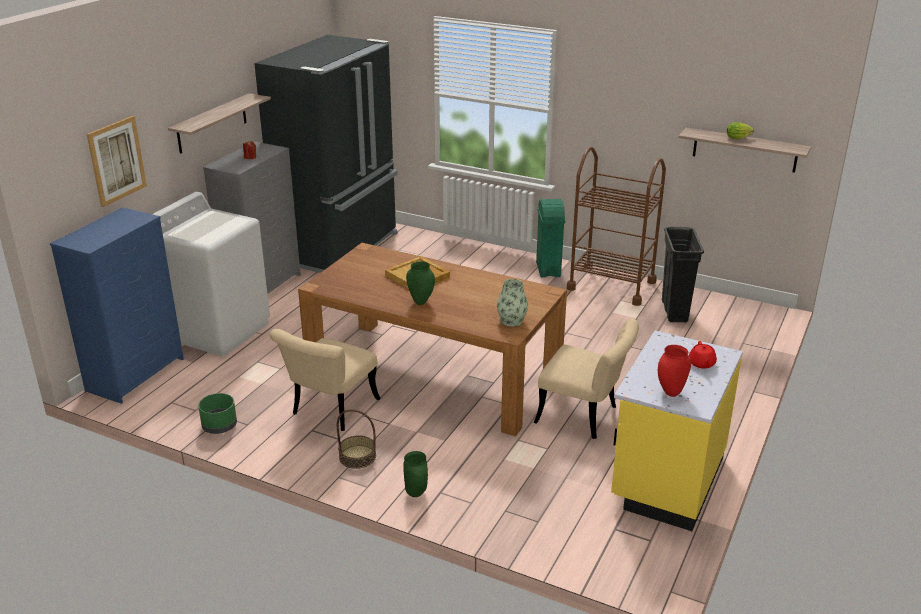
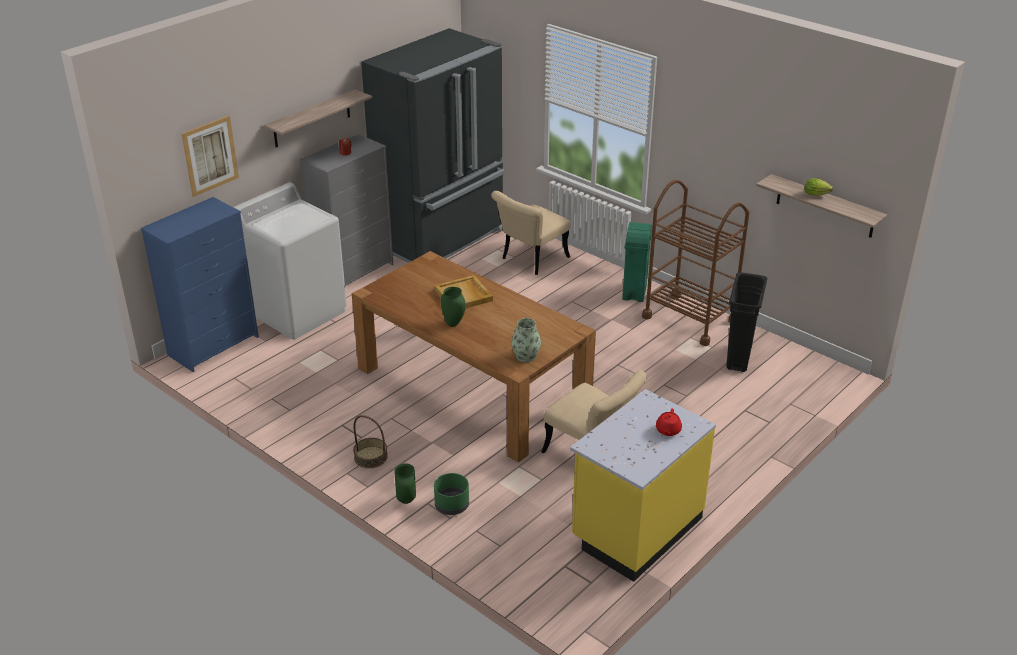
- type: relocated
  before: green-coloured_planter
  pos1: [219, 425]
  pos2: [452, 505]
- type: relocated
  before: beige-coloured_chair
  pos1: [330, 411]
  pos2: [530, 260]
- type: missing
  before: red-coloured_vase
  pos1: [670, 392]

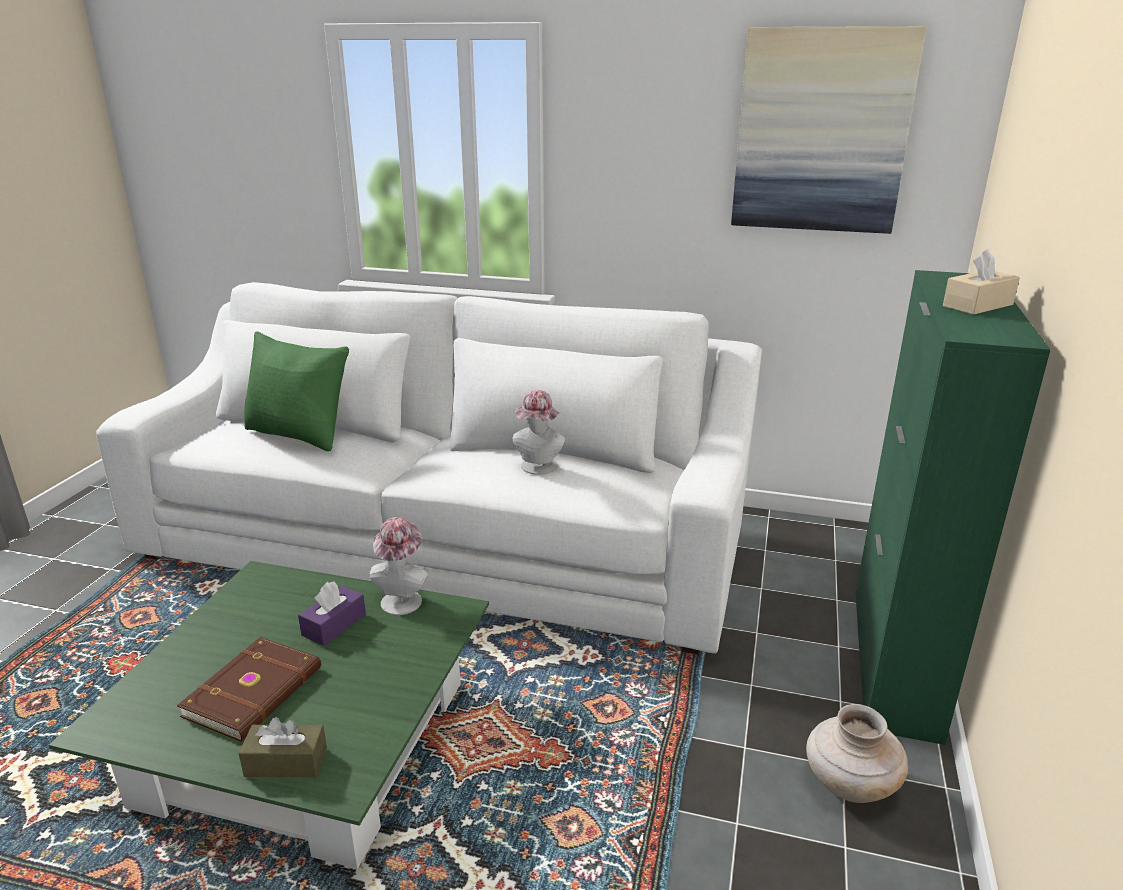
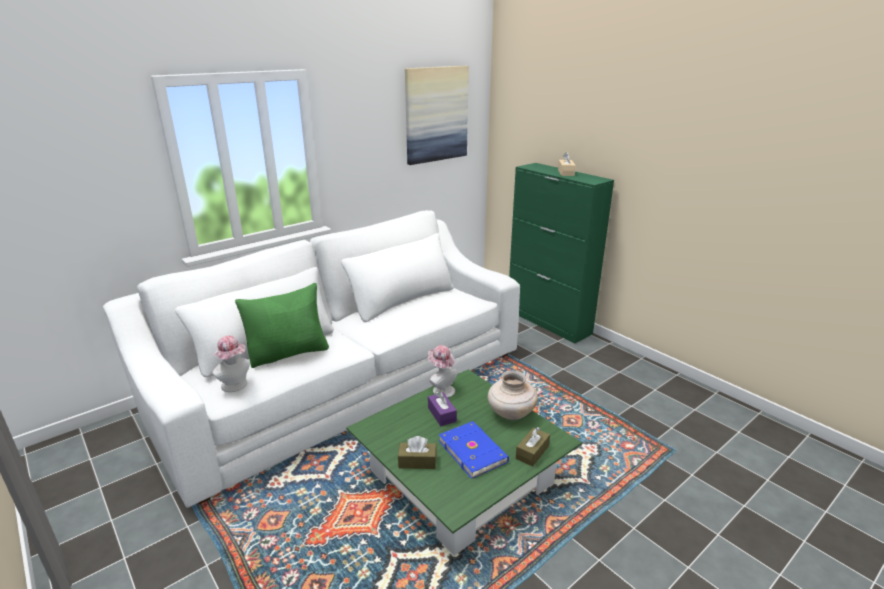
- type: colour
  before: brown-coloured_book
  after: blue-coloured_book
  pos1: [256, 692]
  pos2: [473, 450]
- type: relocated
  before: clothing_hat
  pos1: [538, 468]
  pos2: [236, 386]
- type: relocated
  before: beige-coloured_vase
  pos1: [849, 785]
  pos2: [511, 413]
- type: appeared
  after: brown-coloured_box_of_tissues
  pos2: [417, 461]

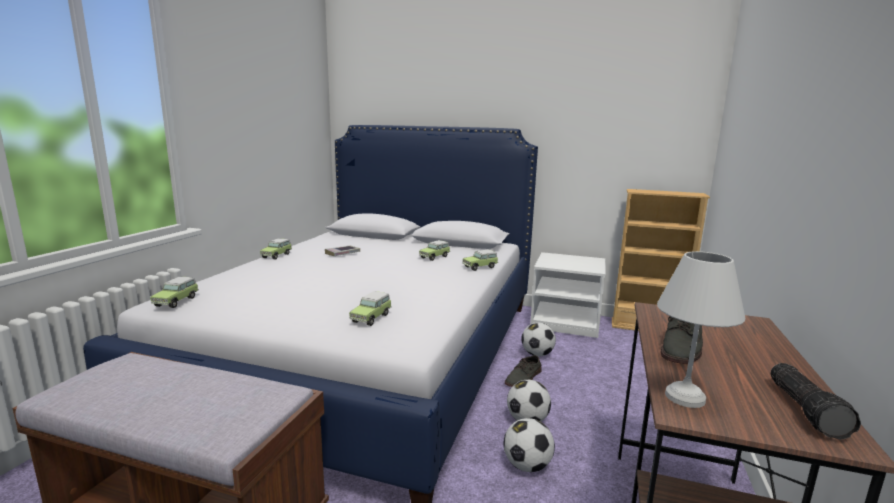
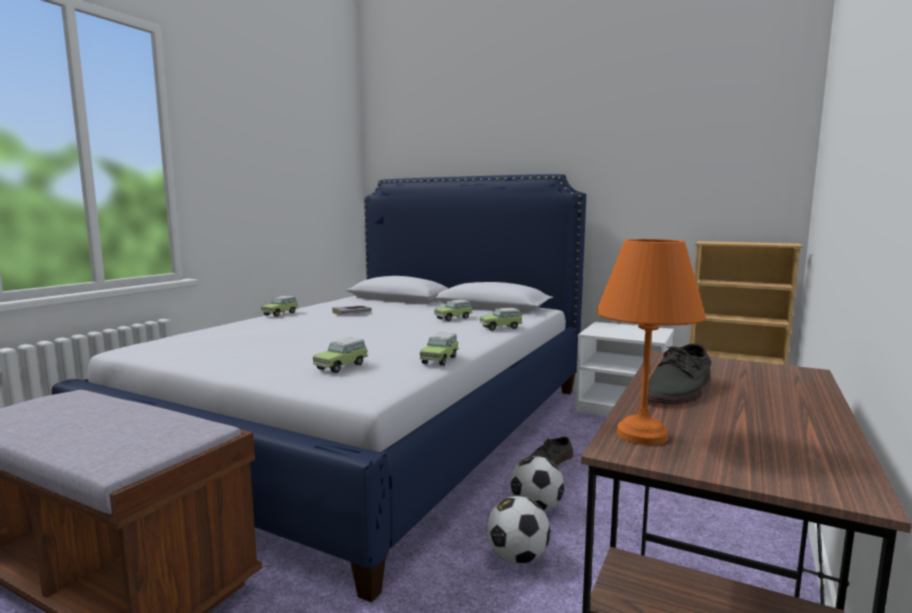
- type: relocated
  before: model_car
  pos1: [177, 301]
  pos2: [440, 360]
- type: missing
  before: football_ball
  pos1: [537, 354]
- type: colour
  before: white_table_lamp
  after: orangey_table_lamp
  pos1: [683, 396]
  pos2: [641, 433]
- type: missing
  before: torch
  pos1: [807, 410]

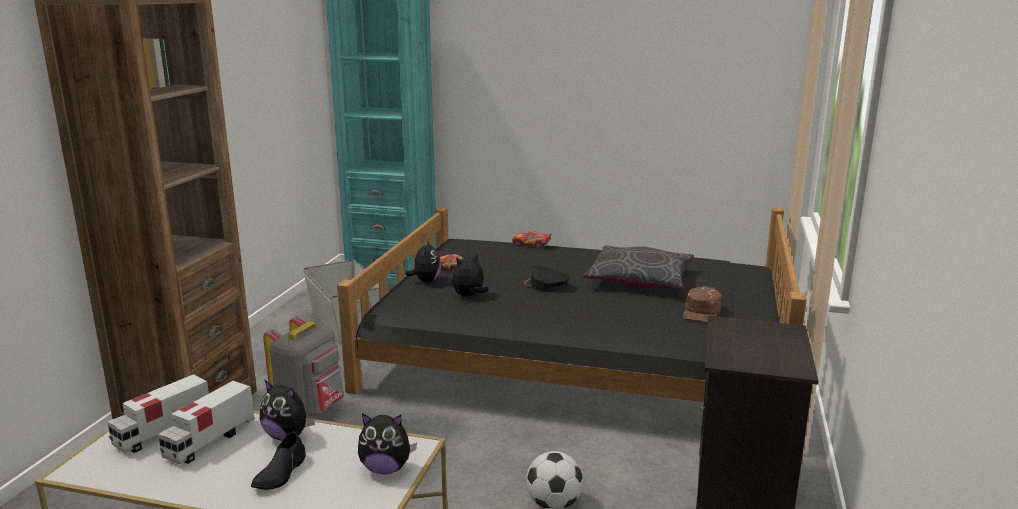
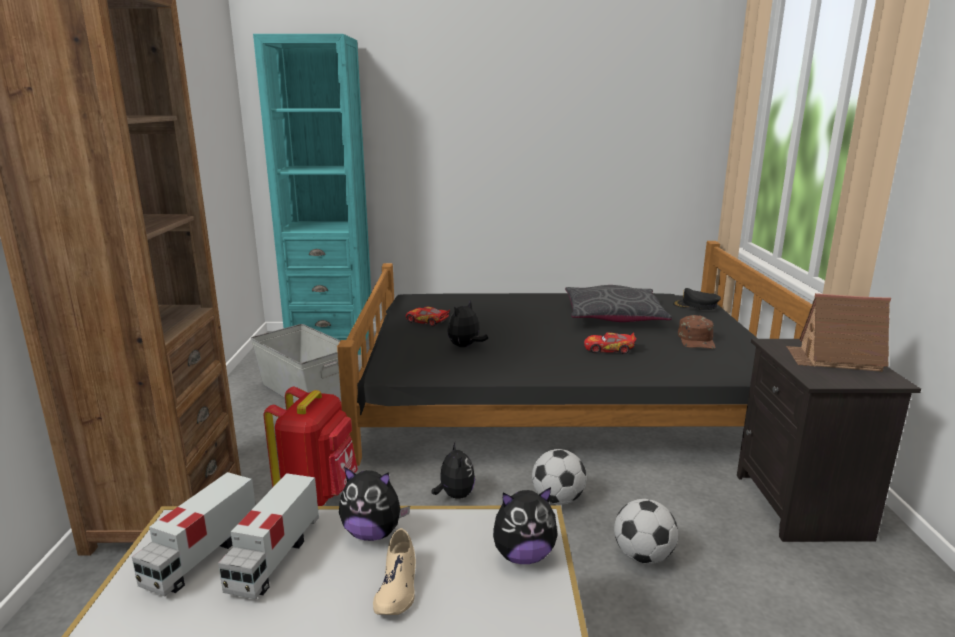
- type: colour
  before: blackish_item_of_footwear
  after: beige-coloured_item_of_footwear
  pos1: [280, 473]
  pos2: [397, 586]
- type: colour
  before: grey_knapsack
  after: red-coloured_knapsack
  pos1: [310, 412]
  pos2: [318, 493]
- type: relocated
  before: plush_toy
  pos1: [426, 281]
  pos2: [454, 495]
- type: relocated
  before: model_car
  pos1: [531, 244]
  pos2: [608, 349]
- type: relocated
  before: blackish_cap
  pos1: [545, 285]
  pos2: [696, 305]
- type: appeared
  after: football_ball
  pos2: [558, 499]
- type: appeared
  after: model_house
  pos2: [834, 359]

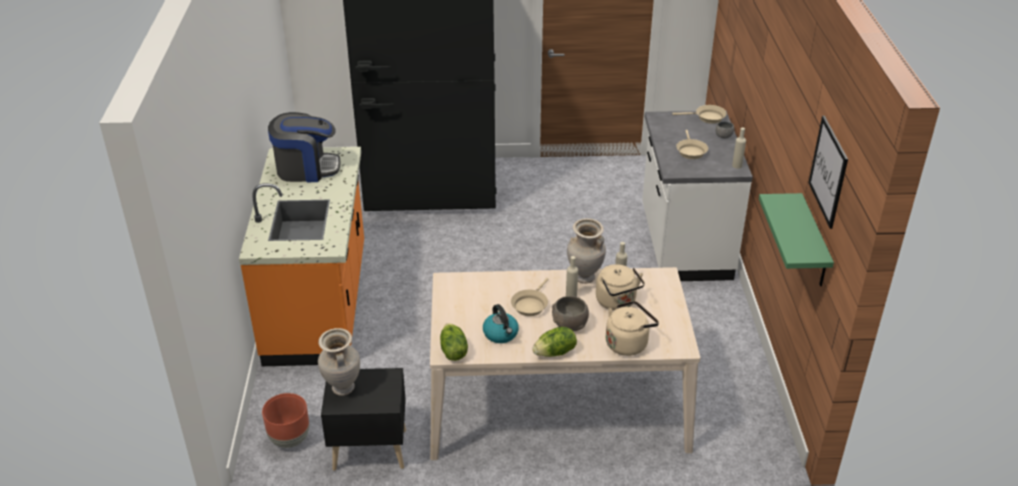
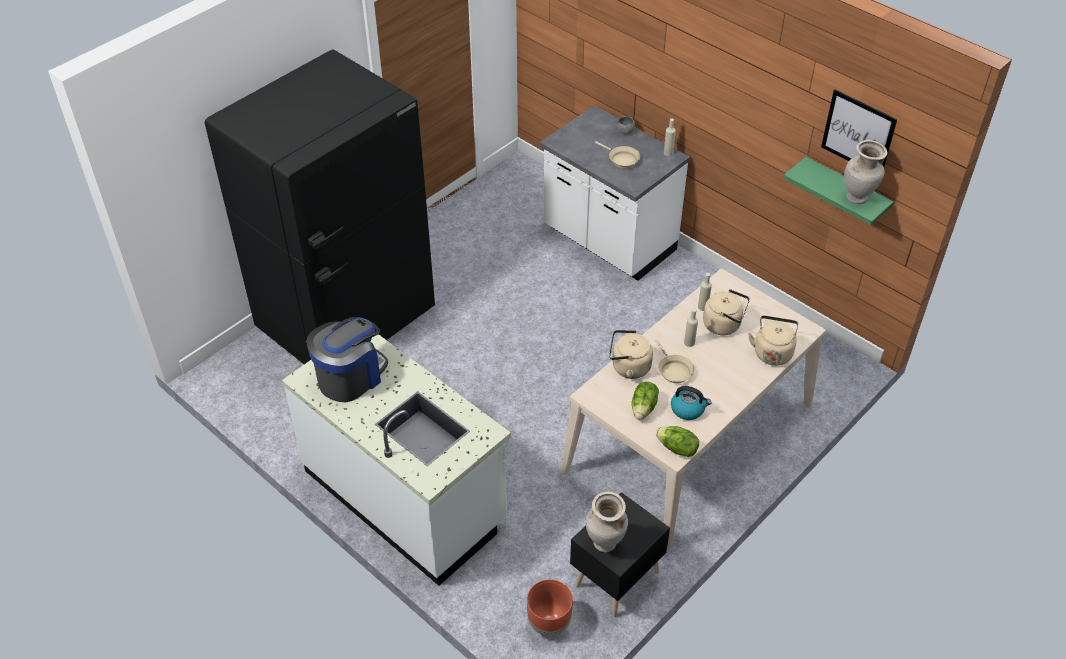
- type: colour
  before: orangey_kitchen_counter
  after: white_kitchen_counter
  pos1: [319, 304]
  pos2: [406, 496]
- type: relocated
  before: lettuce_head
  pos1: [555, 352]
  pos2: [644, 408]
- type: missing
  before: grey_bowl
  pos1: [569, 325]
- type: relocated
  before: beige-coloured_vase
  pos1: [584, 278]
  pos2: [857, 198]
- type: missing
  before: beige-coloured_frying_pan
  pos1: [707, 117]
- type: appeared
  after: beige-coloured_tea_kettle
  pos2: [628, 367]

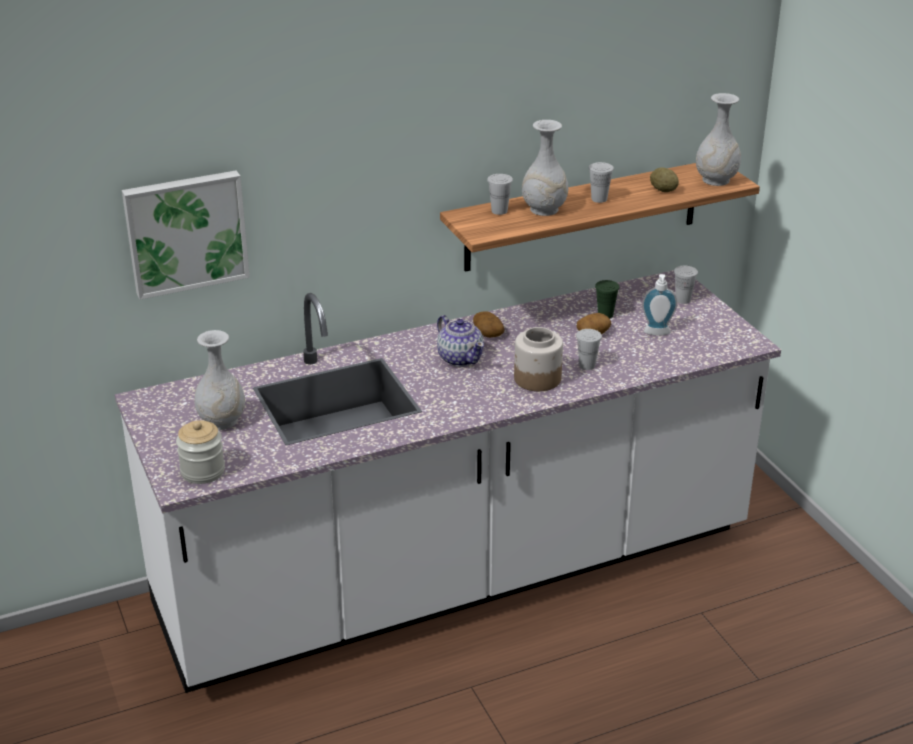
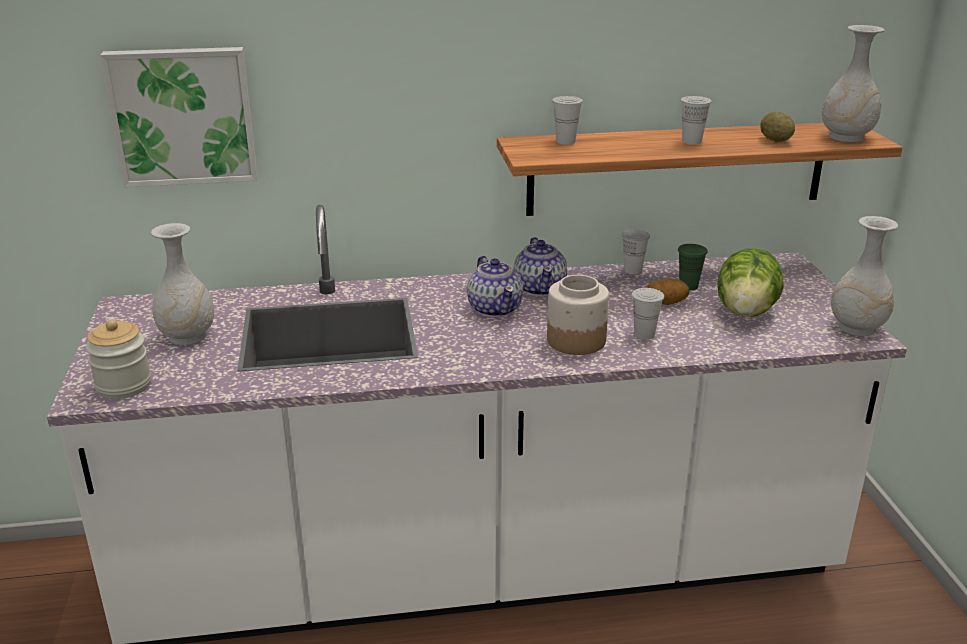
- type: exchanged
  before: spud
  after: tea_pot
  pos1: [487, 333]
  pos2: [540, 288]
- type: relocated
  before: white_vase
  pos1: [543, 210]
  pos2: [856, 328]
- type: exchanged
  before: liquid_soap_bottle
  after: lettuce_head
  pos1: [657, 334]
  pos2: [746, 312]
- type: relocated
  before: white_cup
  pos1: [683, 300]
  pos2: [632, 270]

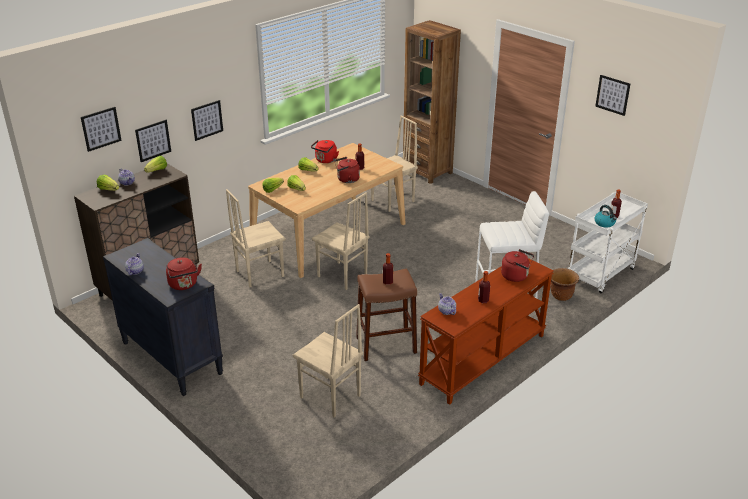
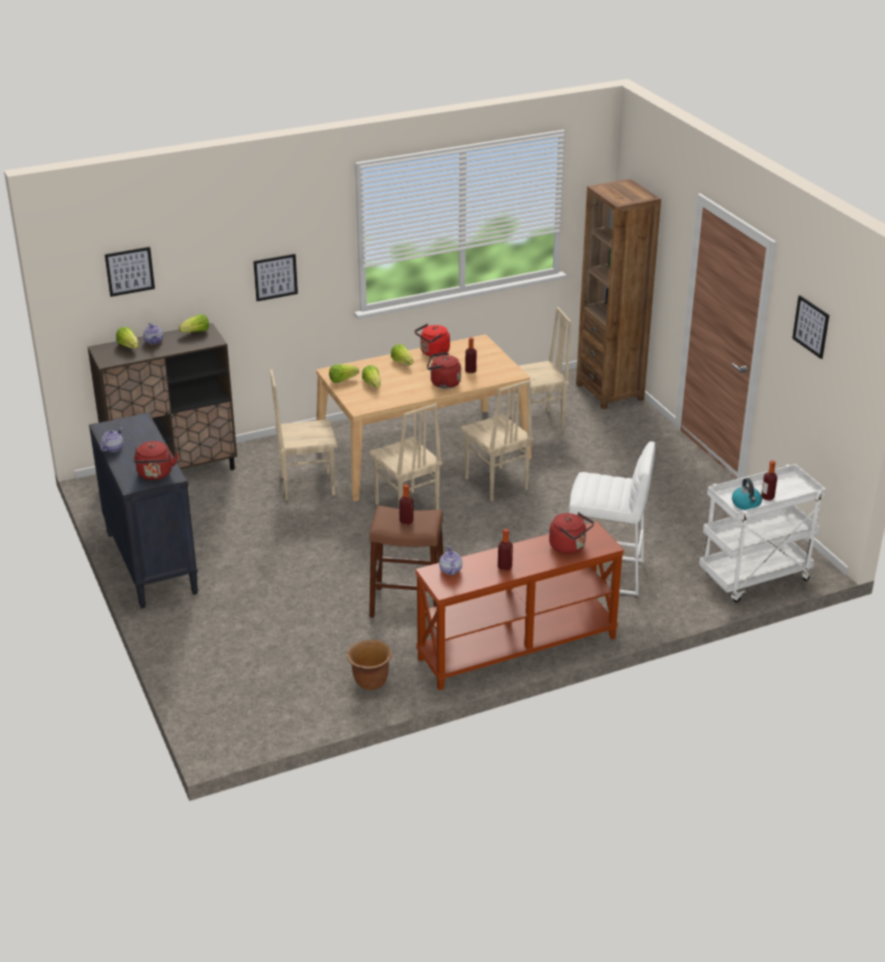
- type: missing
  before: wall_picture
  pos1: [153, 140]
- type: relocated
  before: beige-coloured_chair
  pos1: [330, 397]
  pos2: [495, 484]
- type: relocated
  before: brown-coloured_planter
  pos1: [561, 296]
  pos2: [370, 682]

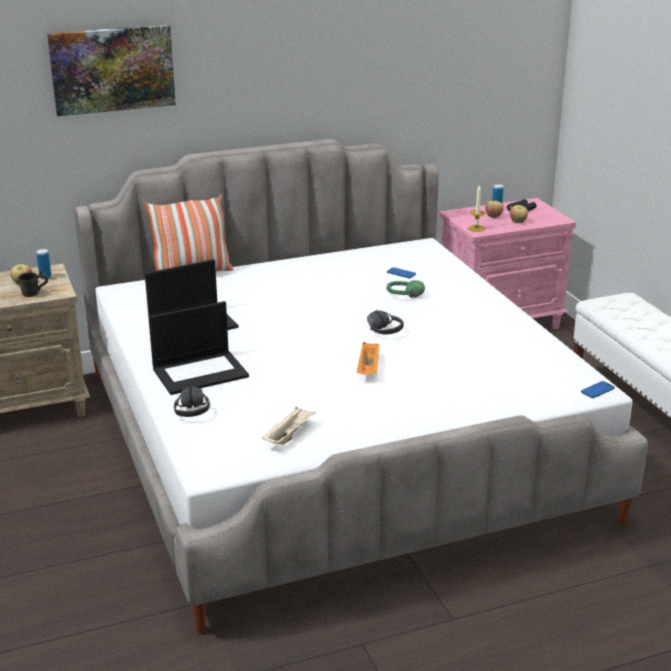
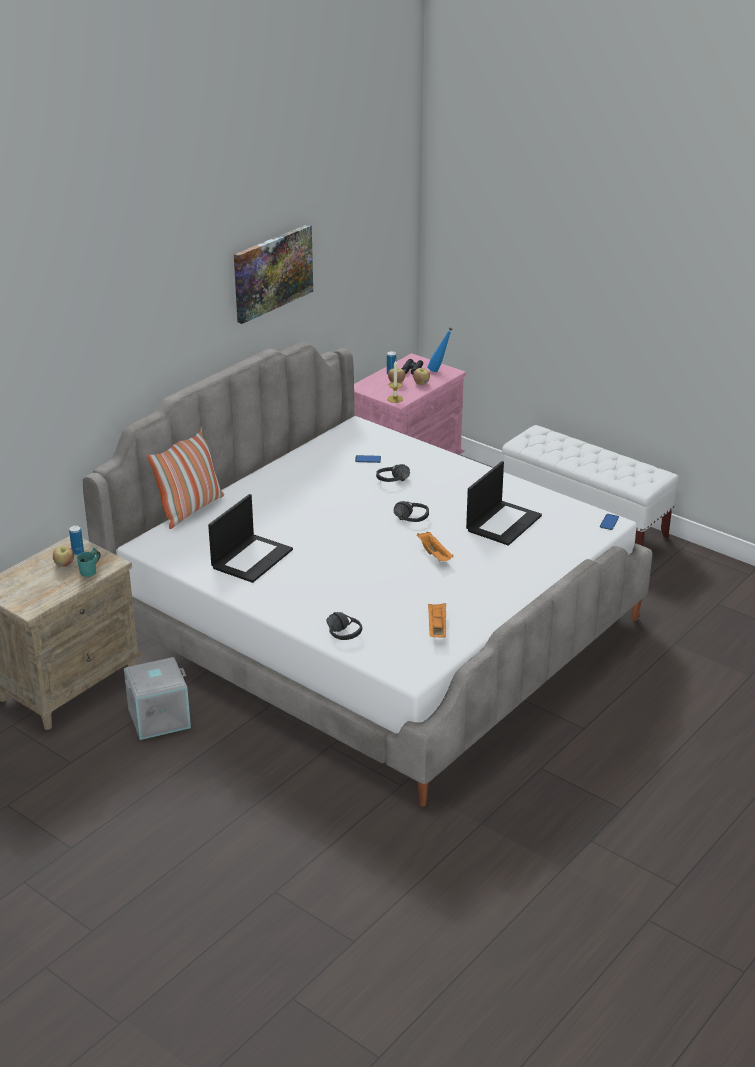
- type: colour
  before: grey_mug
  after: blue-green_mug
  pos1: [35, 294]
  pos2: [92, 572]
- type: relocated
  before: wall_picture
  pos1: [112, 69]
  pos2: [272, 272]
- type: relocated
  before: portable_computer
  pos1: [201, 372]
  pos2: [503, 522]
- type: colour
  before: beige-coloured_serving_tray
  after: orangey_serving_tray
  pos1: [289, 435]
  pos2: [437, 628]
- type: colour
  before: green-coloured_pair_of_headphones
  after: blackish_pair_of_headphones
  pos1: [405, 298]
  pos2: [395, 482]
- type: appeared
  after: grey_storage_container
  pos2: [159, 717]
- type: appeared
  after: blue-coloured_beverage_bottle
  pos2: [439, 370]

